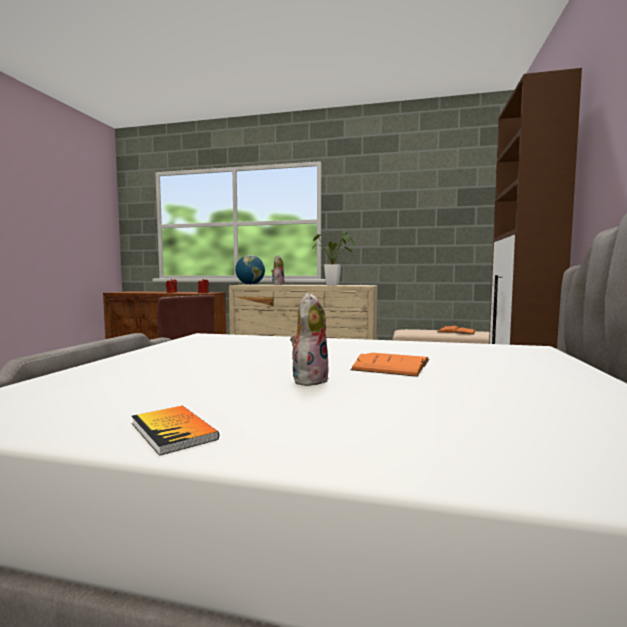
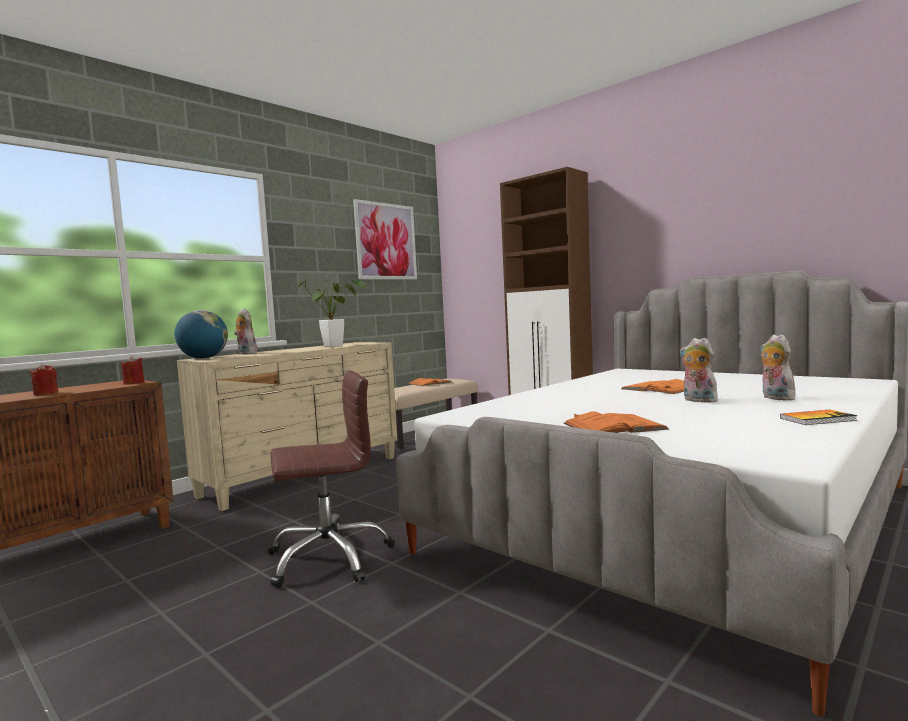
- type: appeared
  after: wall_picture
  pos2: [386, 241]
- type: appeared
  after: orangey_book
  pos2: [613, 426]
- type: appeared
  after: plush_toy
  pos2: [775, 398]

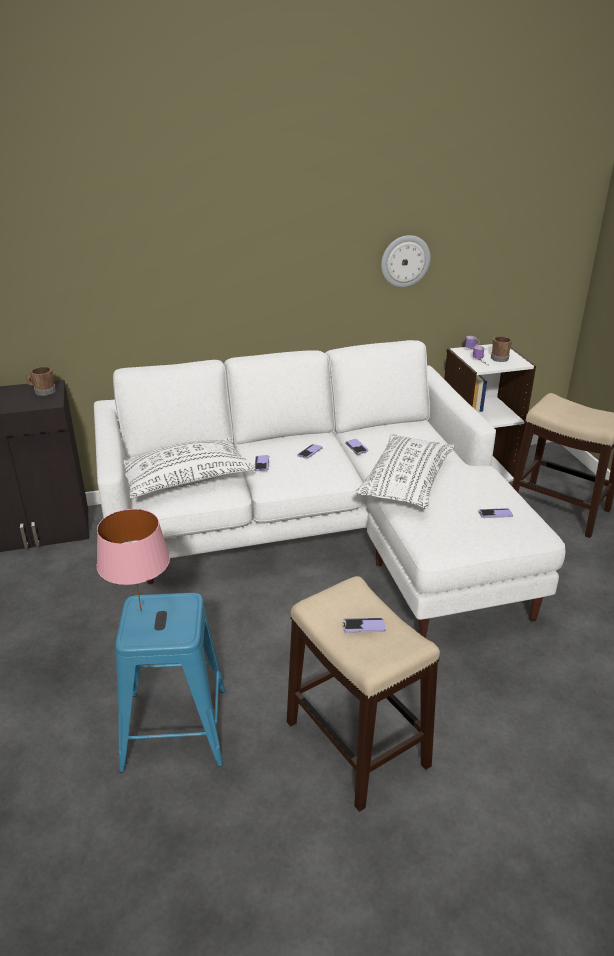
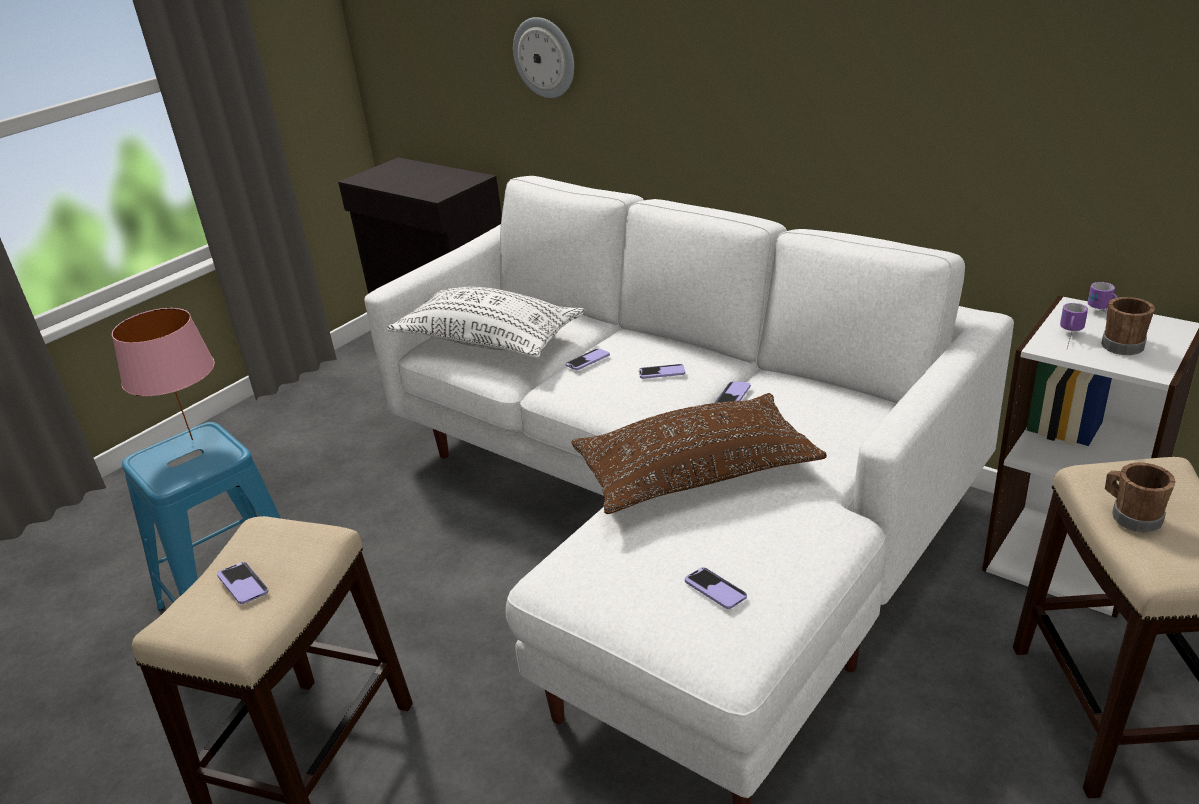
- type: relocated
  before: brown-coloured_mug
  pos1: [42, 391]
  pos2: [1131, 516]
- type: colour
  before: white_cushion
  after: brown-coloured_cushion
  pos1: [406, 482]
  pos2: [696, 473]
- type: relocated
  before: wall_clock
  pos1: [405, 261]
  pos2: [545, 57]

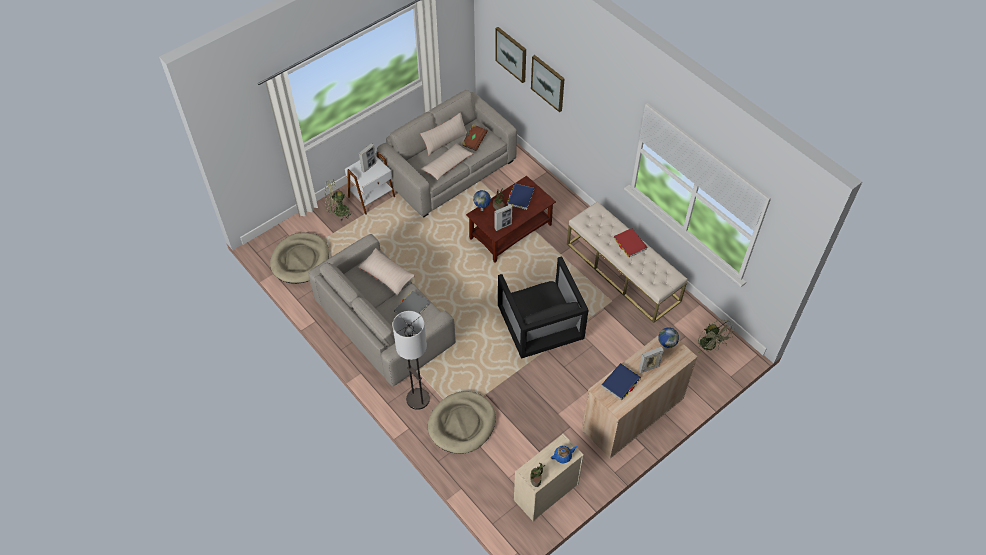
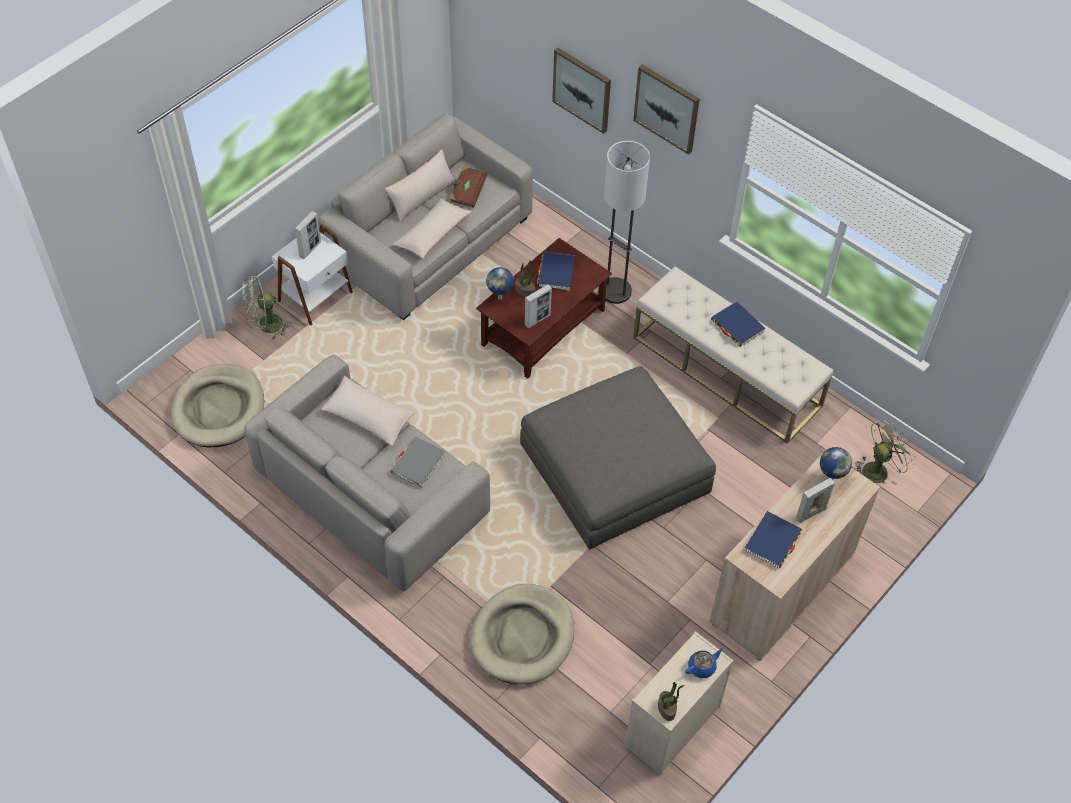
- type: relocated
  before: standard_lamp
  pos1: [417, 399]
  pos2: [615, 291]
- type: relocated
  before: wall_picture
  pos1: [511, 54]
  pos2: [667, 108]
- type: exchanged
  before: blackish_lounge_chair
  after: grey_ottoman
  pos1: [539, 325]
  pos2: [614, 468]
- type: colour
  before: red-coloured_book
  after: blue-coloured_book
  pos1: [630, 244]
  pos2: [737, 326]
- type: spun
  before: green-coloured_fan
  pos1: [710, 346]
  pos2: [878, 469]
  turn: -90

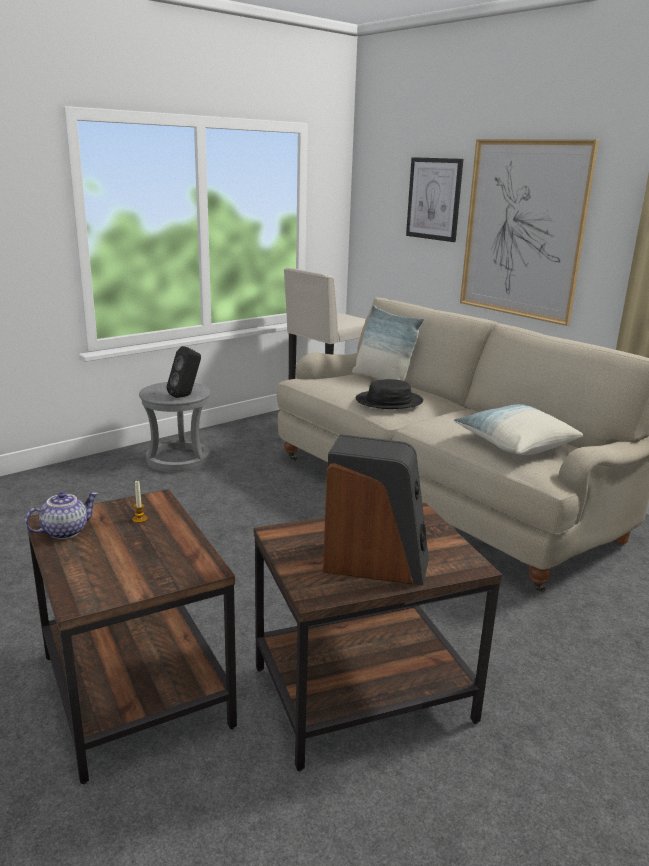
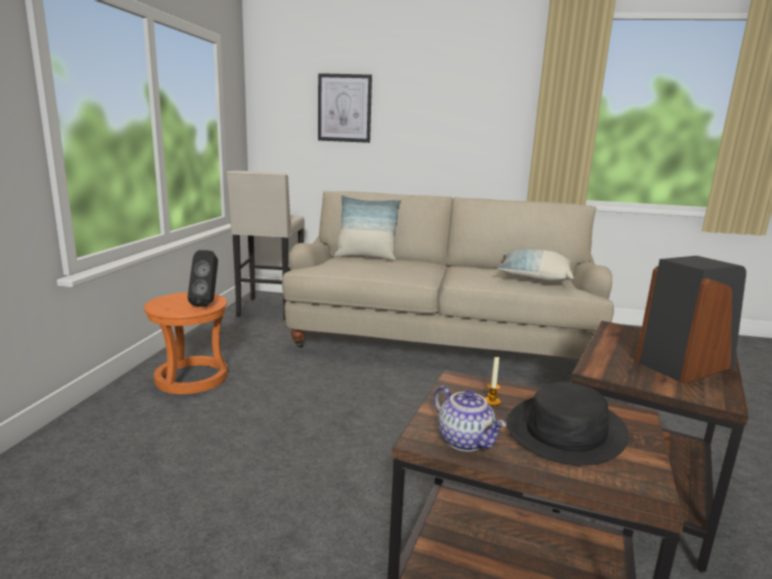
- type: spun
  before: tea_pot
  pos1: [65, 531]
  pos2: [466, 441]
  turn: 135
- type: colour
  before: grey_stool_seat
  after: orangey_stool_seat
  pos1: [178, 459]
  pos2: [191, 378]
- type: relocated
  before: blackish_clothing_hat
  pos1: [389, 401]
  pos2: [566, 430]
- type: missing
  before: wall_picture
  pos1: [523, 230]

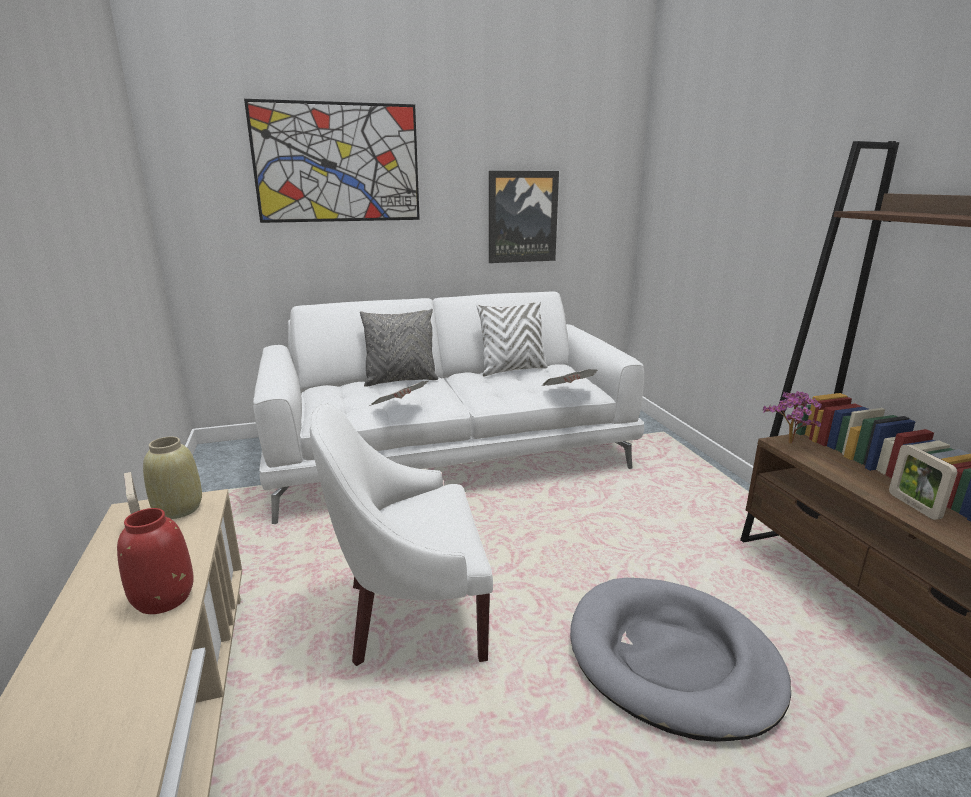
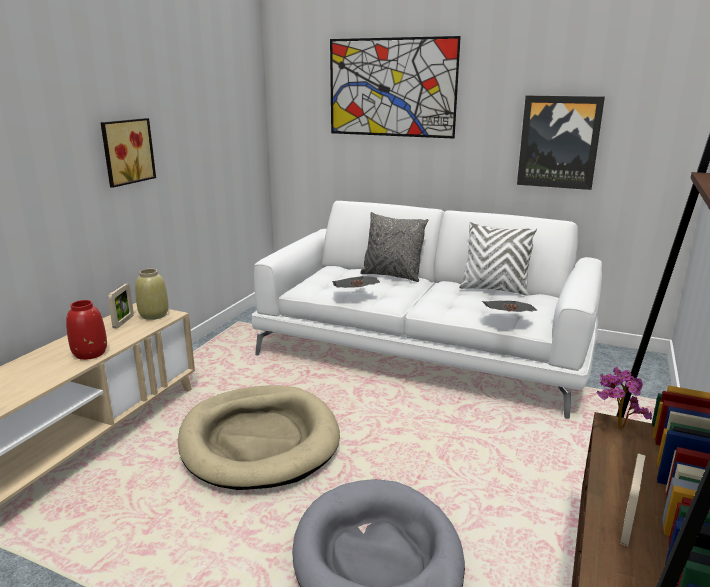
- type: exchanged
  before: white_lounge_chair
  after: beige-coloured_dog_bed
  pos1: [411, 614]
  pos2: [259, 440]
- type: appeared
  after: wall_picture
  pos2: [126, 151]

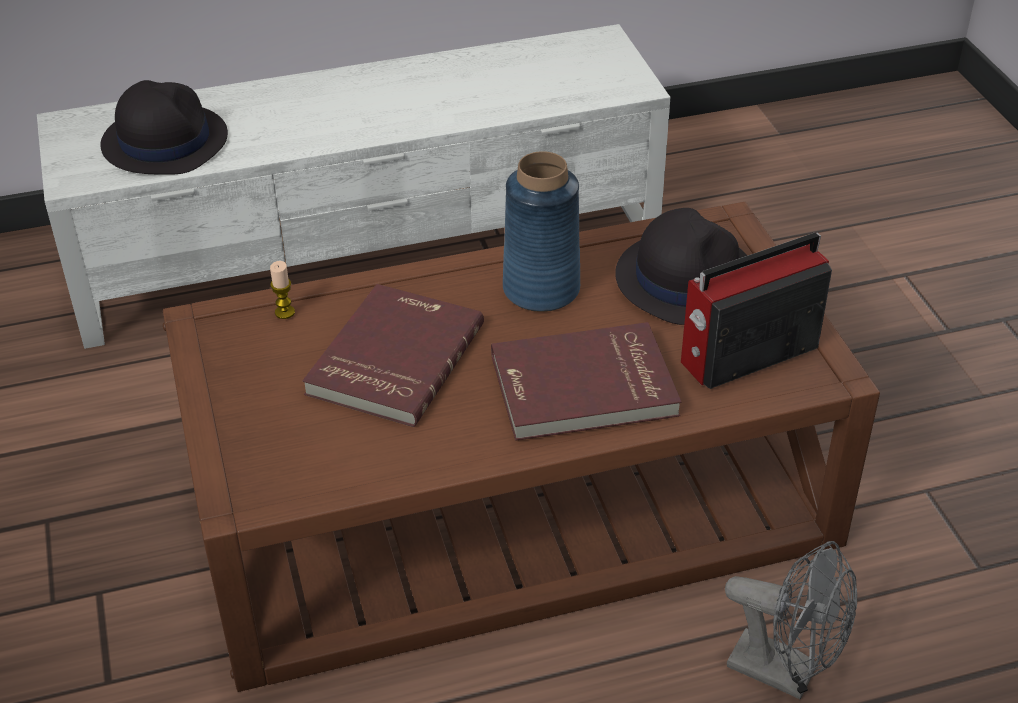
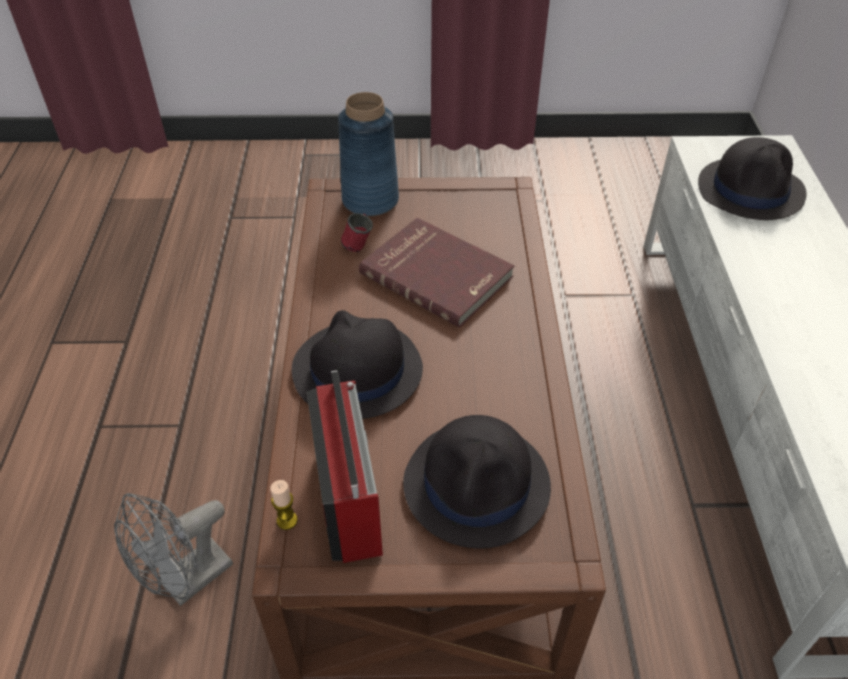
- type: relocated
  before: wax_candle
  pos1: [284, 312]
  pos2: [287, 520]
- type: exchanged
  before: red-coloured_book
  after: blackish_clothing_hat
  pos1: [584, 388]
  pos2: [356, 370]
- type: relocated
  before: blue-coloured_vase
  pos1: [540, 289]
  pos2: [370, 200]
- type: appeared
  after: red-coloured_mug
  pos2: [359, 244]

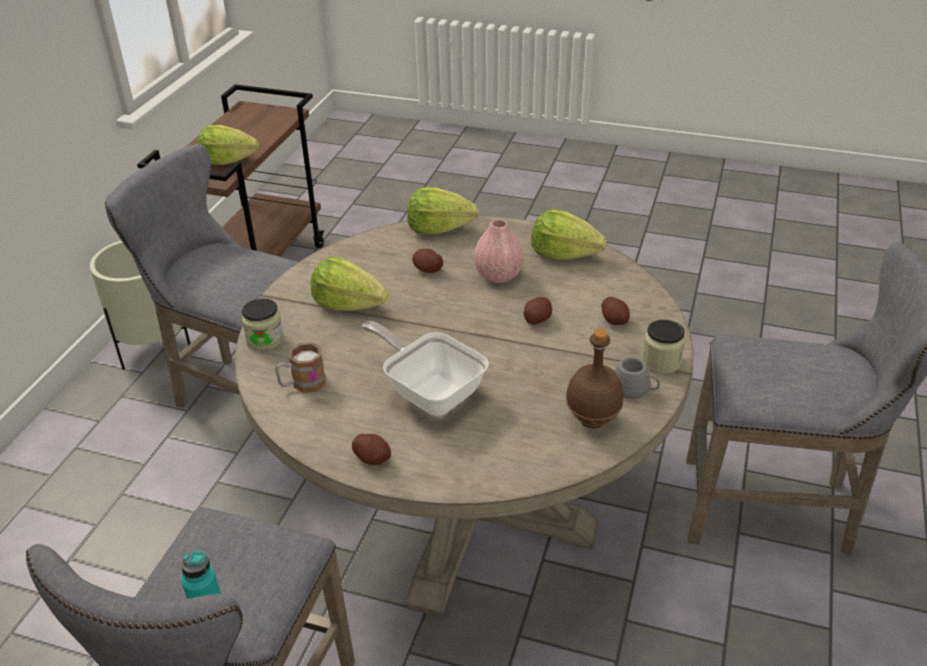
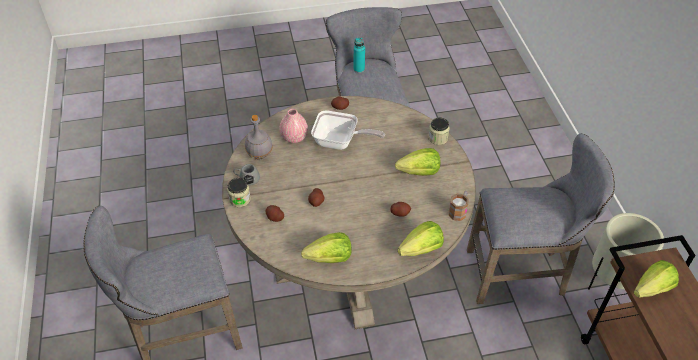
- type: relocated
  before: mug
  pos1: [302, 384]
  pos2: [459, 211]
- type: relocated
  before: pink-coloured_vase
  pos1: [498, 275]
  pos2: [294, 137]
- type: colour
  before: brown-coloured_beverage_bottle
  after: grey_beverage_bottle
  pos1: [592, 421]
  pos2: [259, 155]

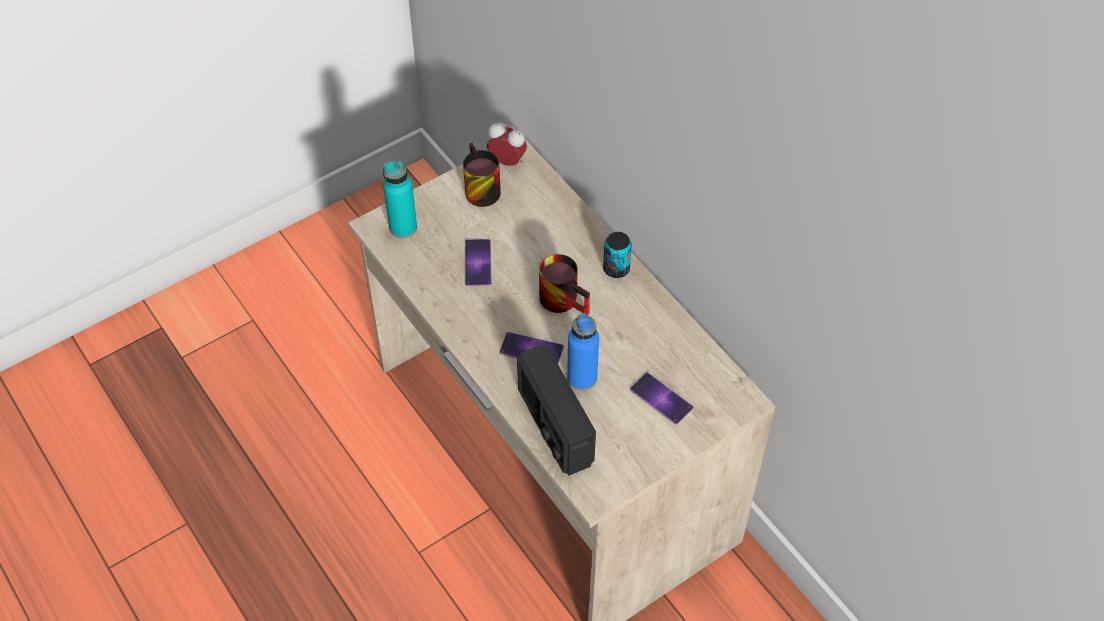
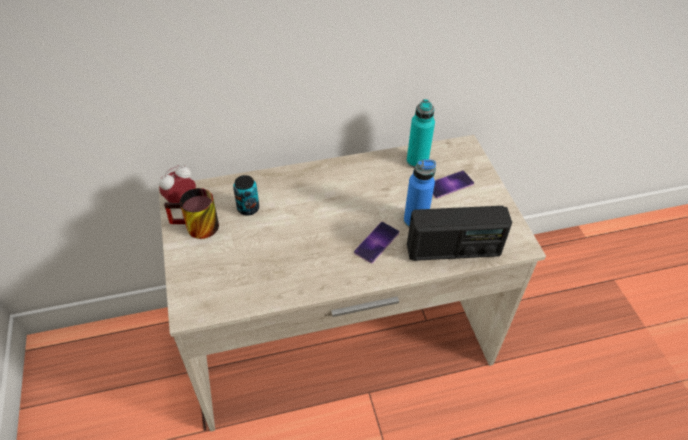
- type: relocated
  before: blue-green_beverage_bottle
  pos1: [403, 227]
  pos2: [417, 161]
- type: missing
  before: handset
  pos1: [478, 263]
- type: missing
  before: mug
  pos1: [566, 299]
- type: relocated
  before: metal_can
  pos1: [616, 269]
  pos2: [248, 208]

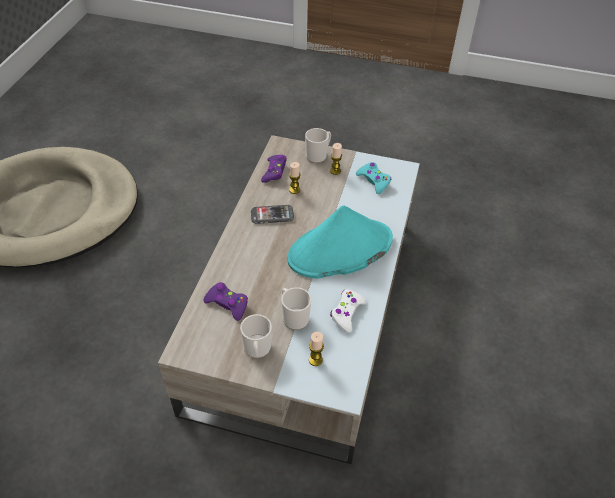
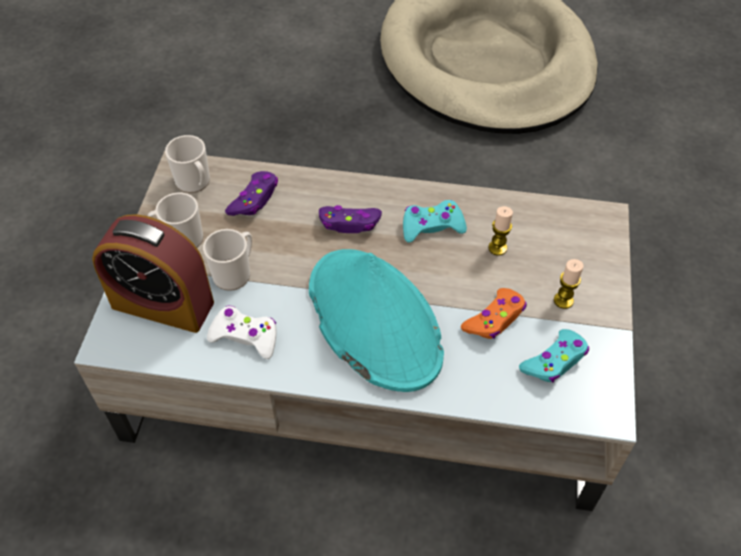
- type: exchanged
  before: handset
  after: blue-green_gamepad
  pos1: [272, 215]
  pos2: [432, 226]
- type: relocated
  before: purple-coloured_gamepad
  pos1: [274, 172]
  pos2: [349, 223]
- type: relocated
  before: mug
  pos1: [318, 155]
  pos2: [195, 183]
- type: exchanged
  before: wax_candle
  after: alarm_clock
  pos1: [315, 360]
  pos2: [162, 304]
- type: appeared
  after: orangey_gamepad
  pos2: [495, 319]

